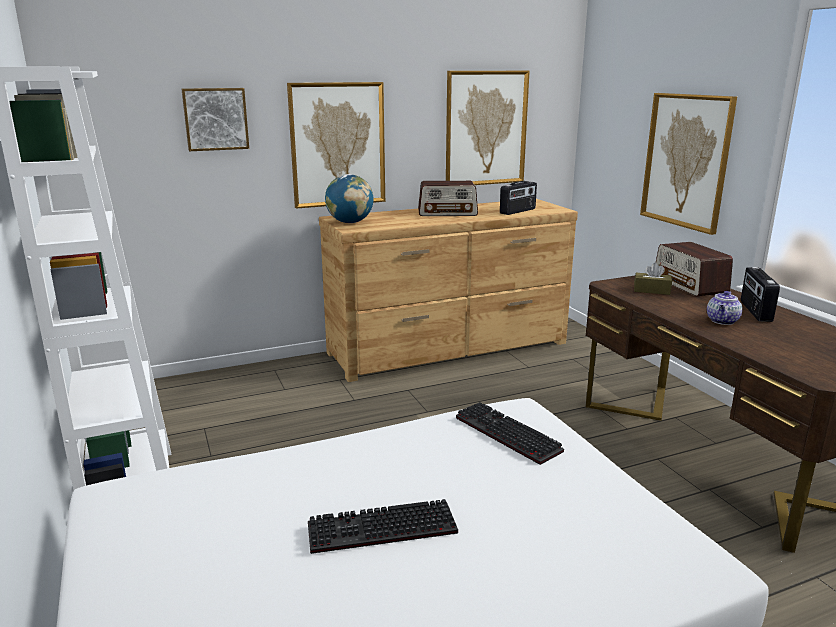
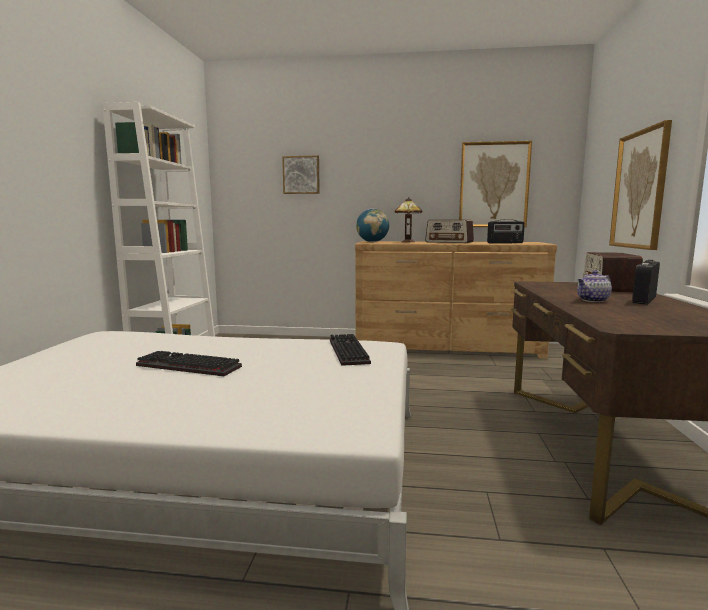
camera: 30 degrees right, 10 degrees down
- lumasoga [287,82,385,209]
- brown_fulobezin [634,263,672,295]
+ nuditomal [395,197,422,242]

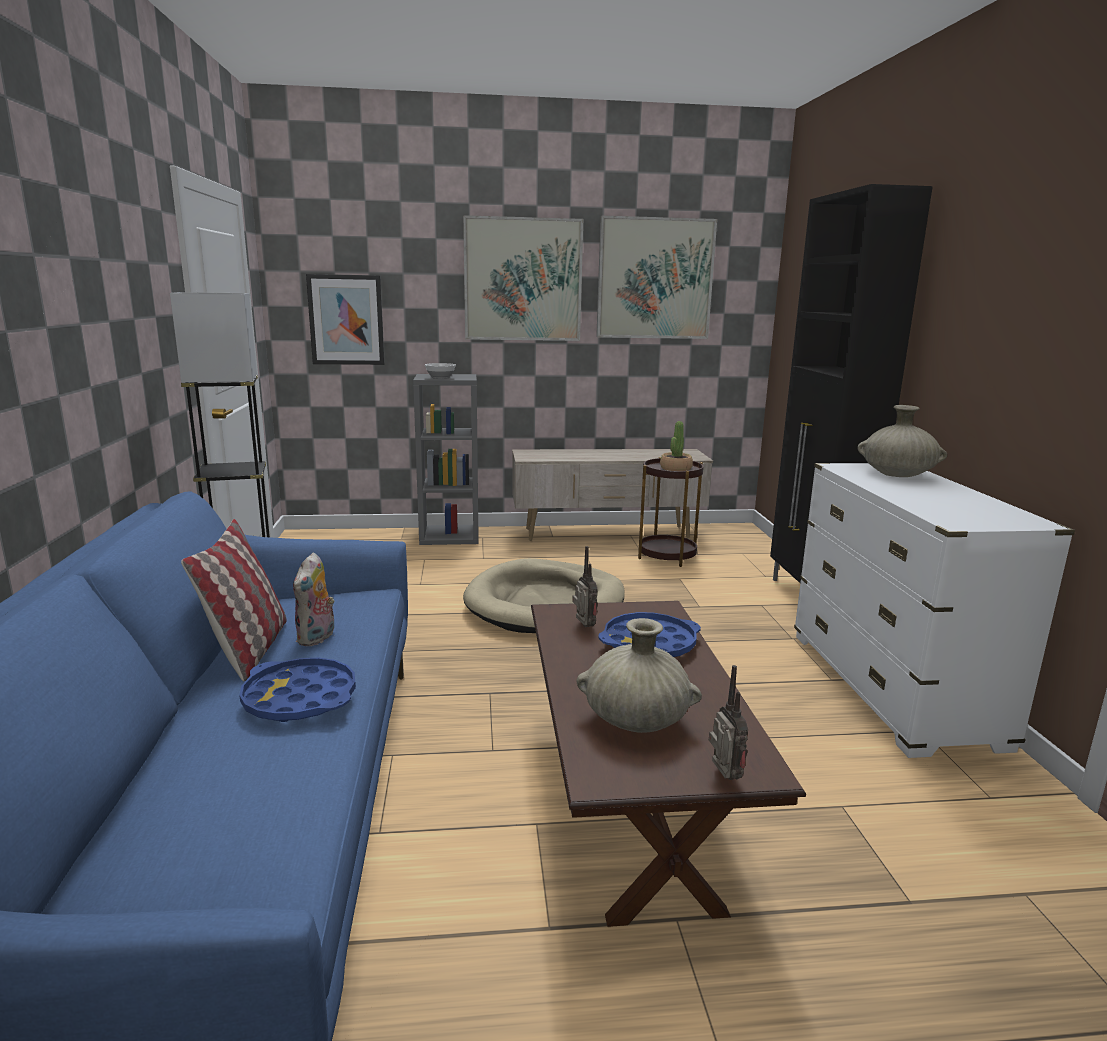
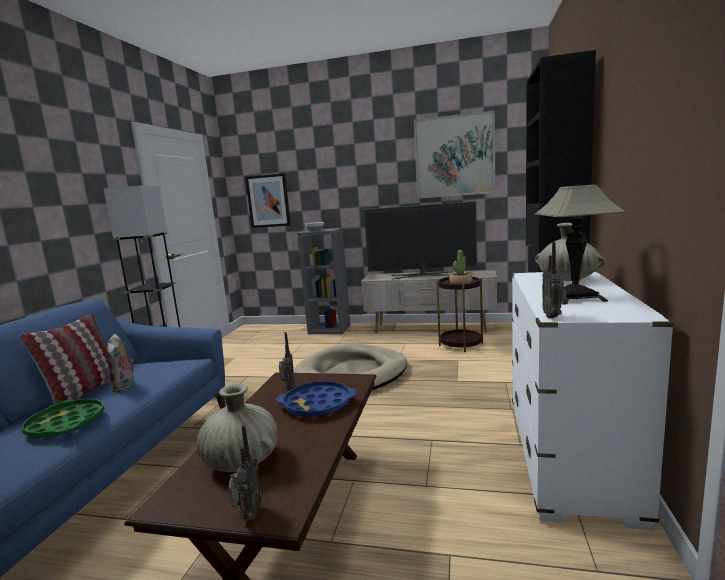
camera: 20 degrees right, 5 degrees down
~ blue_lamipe [239,658,356,722] to green_lamipe [22,399,105,438]
~ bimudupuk [293,553,335,646] = [107,334,136,393] 45 degrees counterclockwise
- lumasoga [463,215,583,341]
+ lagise [364,201,477,280]
+ nuditomal [534,185,626,305]
+ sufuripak [542,242,566,318]

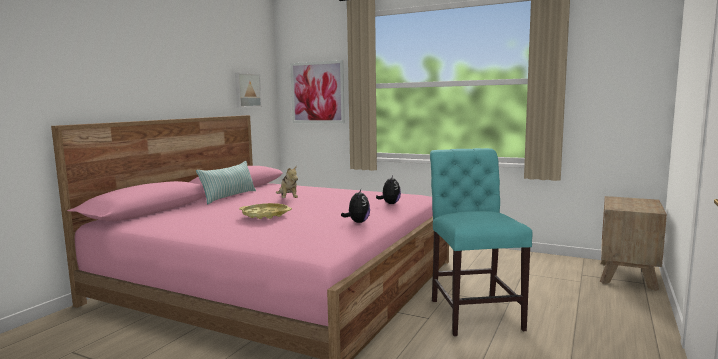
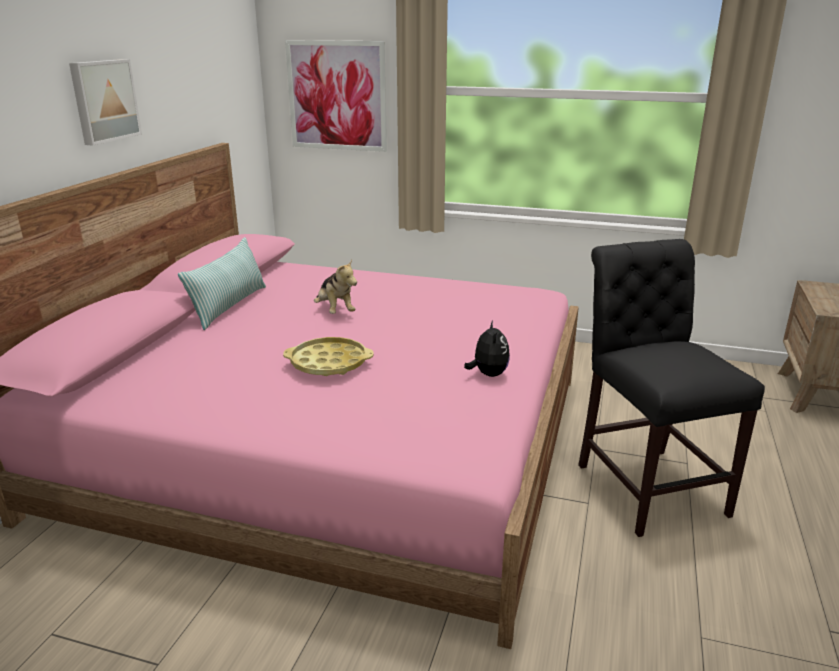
camera: 10 degrees left, 15 degrees up
~ lumasoga [235,73,262,108] to [69,59,142,145]
- bimudupuk [376,176,401,204]
~ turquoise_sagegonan [430,148,533,336] to black_sagegonan [578,239,765,537]

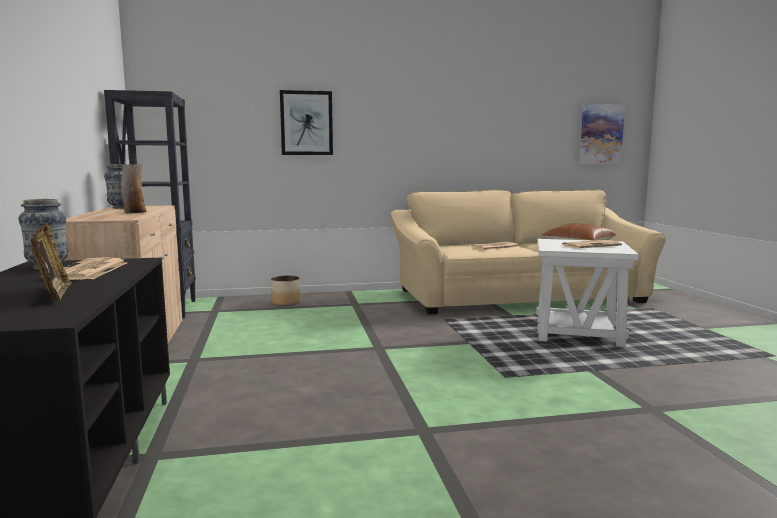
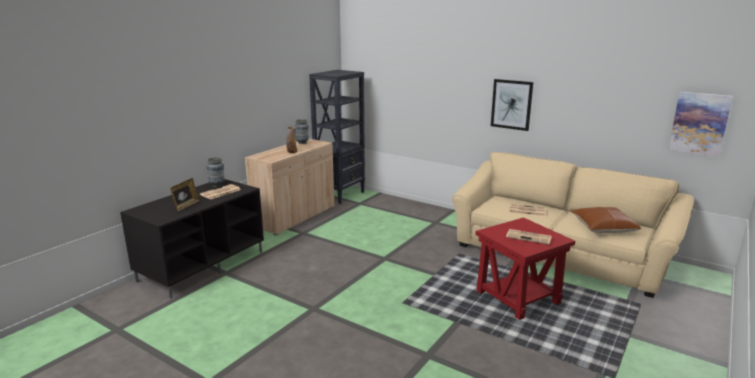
camera: 45 degrees right, 10 degrees up
- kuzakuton [271,276,301,306]
~ lumasoga [280,90,333,155] to [491,79,533,131]
~ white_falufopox [536,239,639,347] to red_falufopox [475,217,575,320]

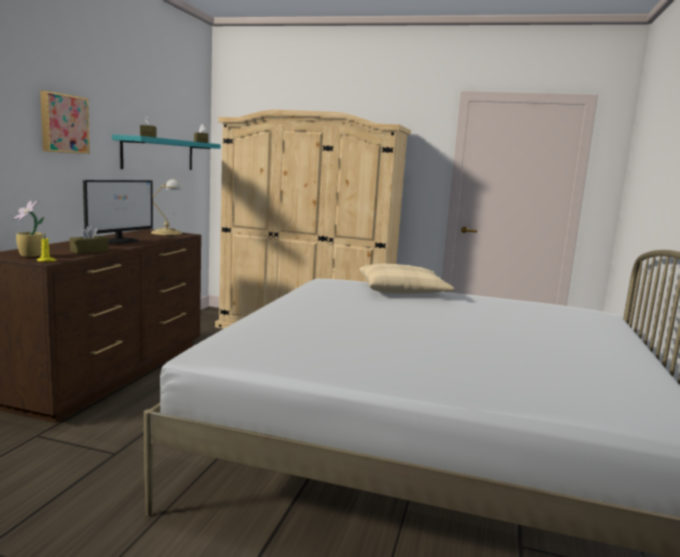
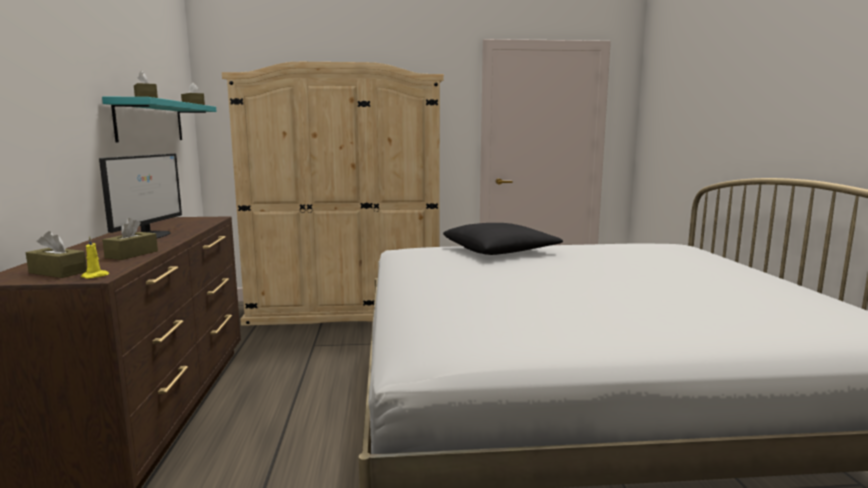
camera: 20 degrees left, 0 degrees up
~ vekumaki [13,200,44,257] to brown_fulobezin [26,231,87,278]
- lumasoga [40,91,90,154]
- nuditomal [151,179,184,235]
~ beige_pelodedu [359,264,454,293] to black_pelodedu [443,223,563,255]

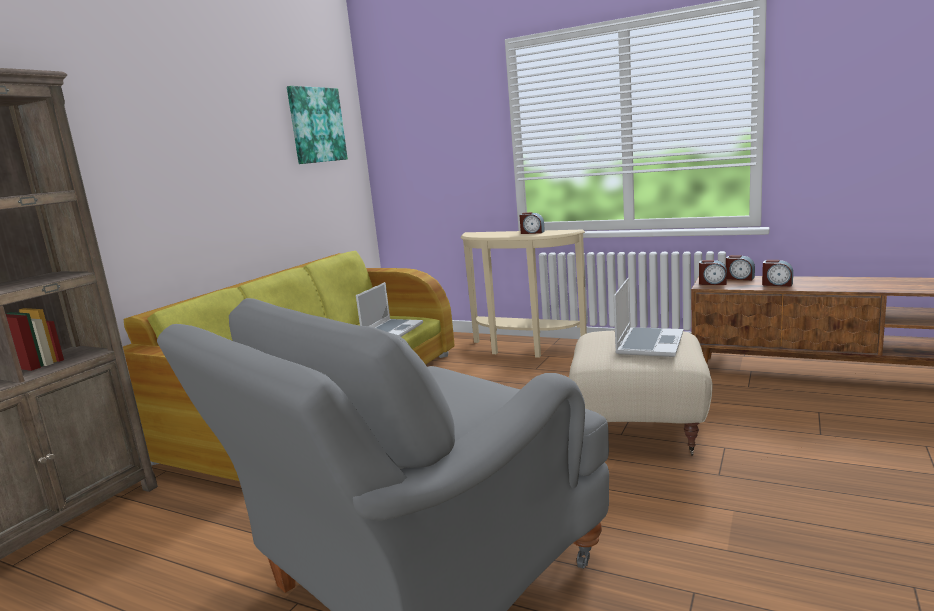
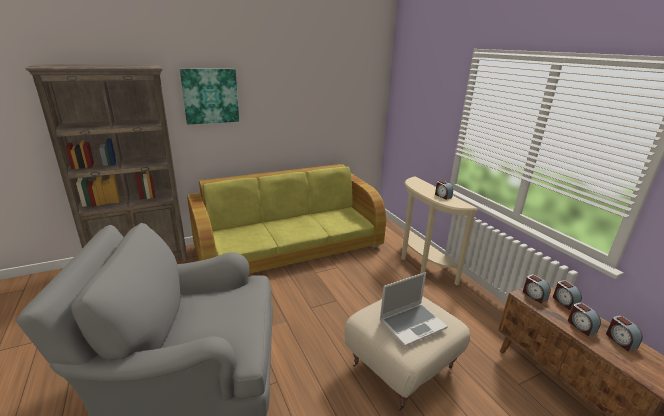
camera: 35 degrees right, 10 degrees up
~ lumasoga [287,86,348,164] to [180,69,239,124]
- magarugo [356,282,423,337]
+ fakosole [606,316,643,351]

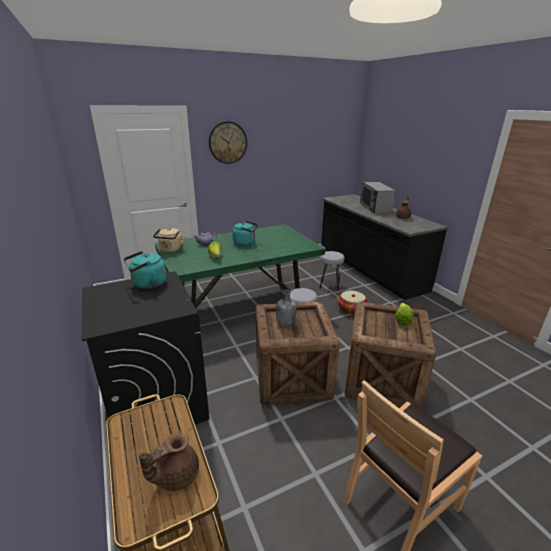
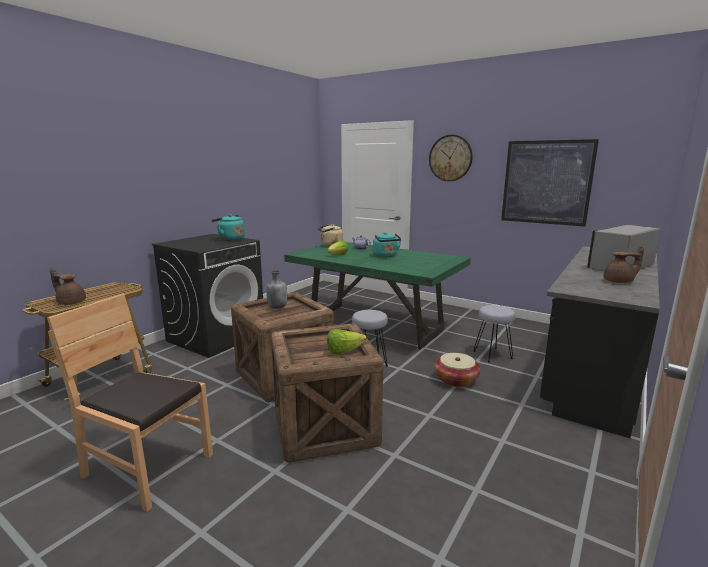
camera: 60 degrees right, 10 degrees down
+ lumasoga [501,139,599,227]

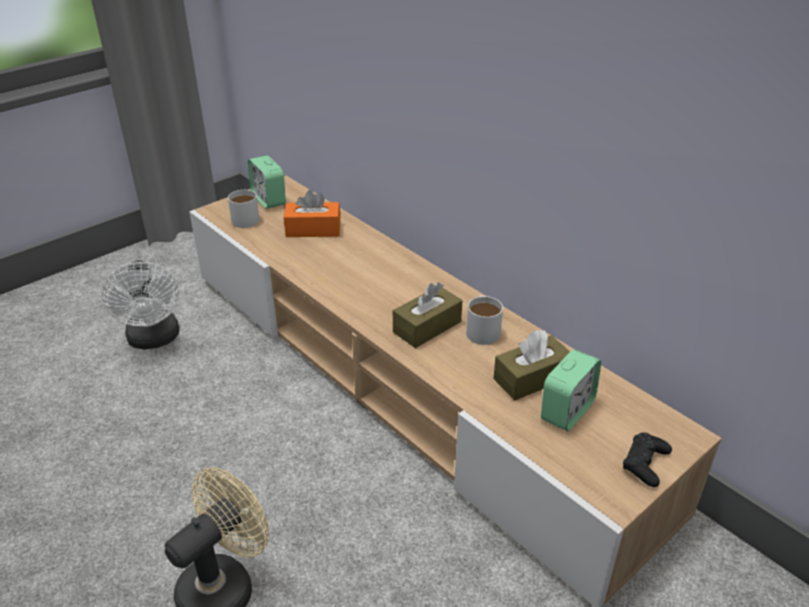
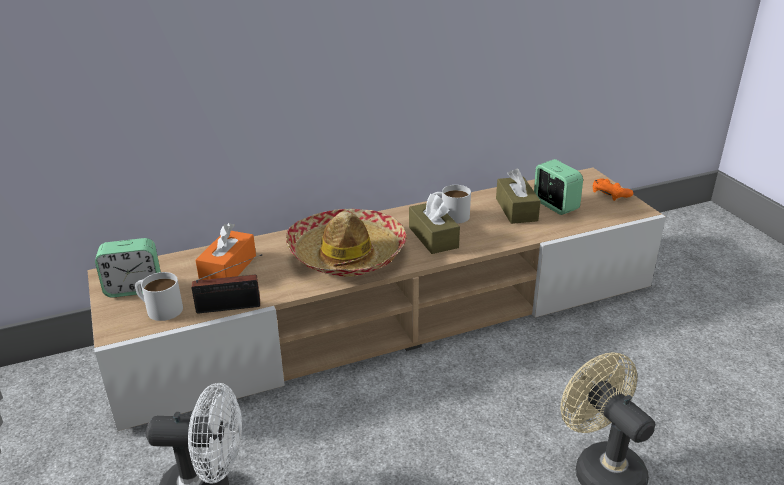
camera: 70 degrees left, 5 degrees down
~ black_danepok [623,432,672,487] to orange_danepok [593,178,633,201]
+ sufuripak [192,254,262,314]
+ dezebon [286,209,408,277]

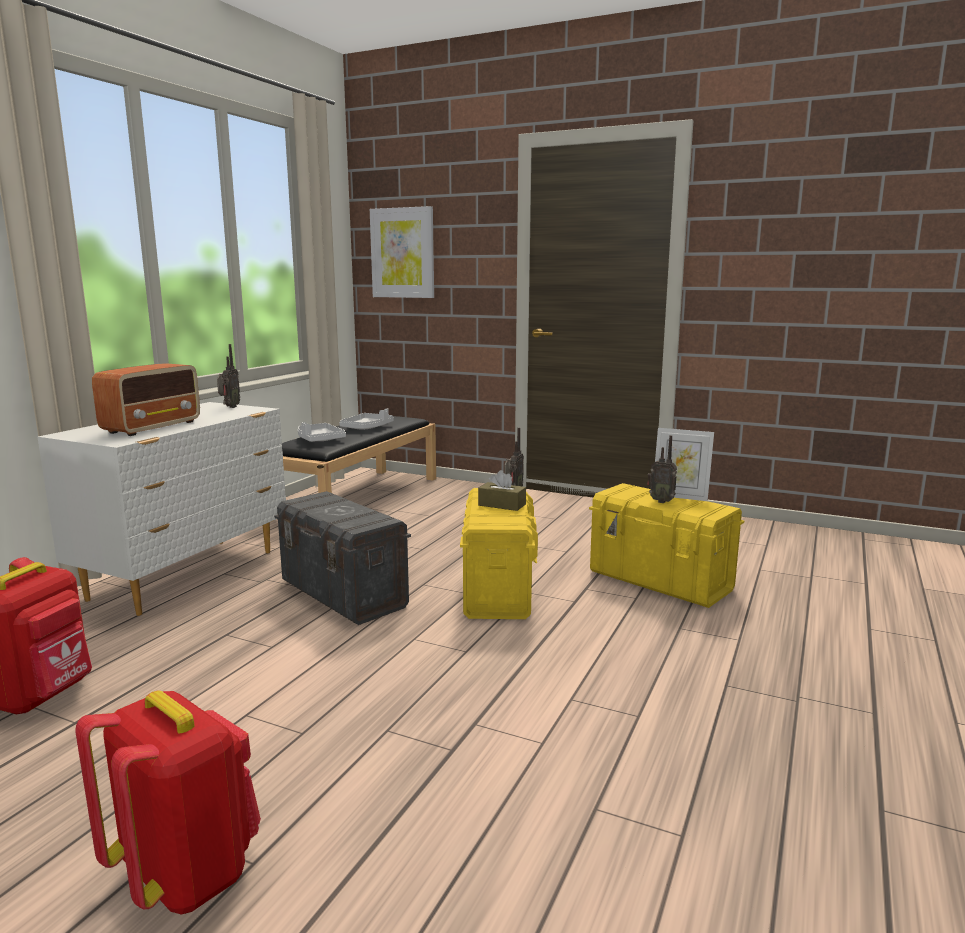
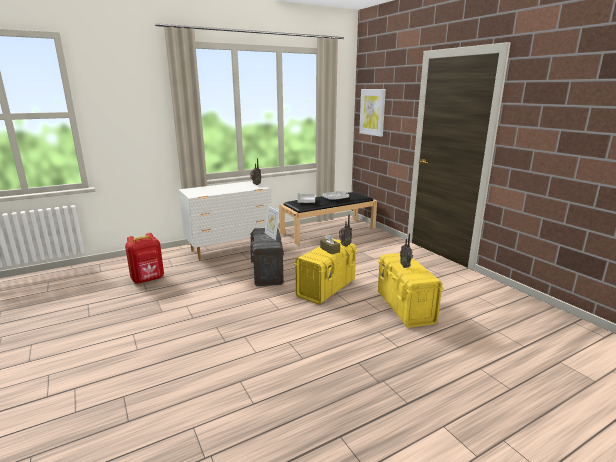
camera: 35 degrees right, 5 degrees up
- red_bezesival [75,691,261,915]
- sufuripak [92,363,200,436]
~ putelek [655,428,714,501] to [265,204,280,240]

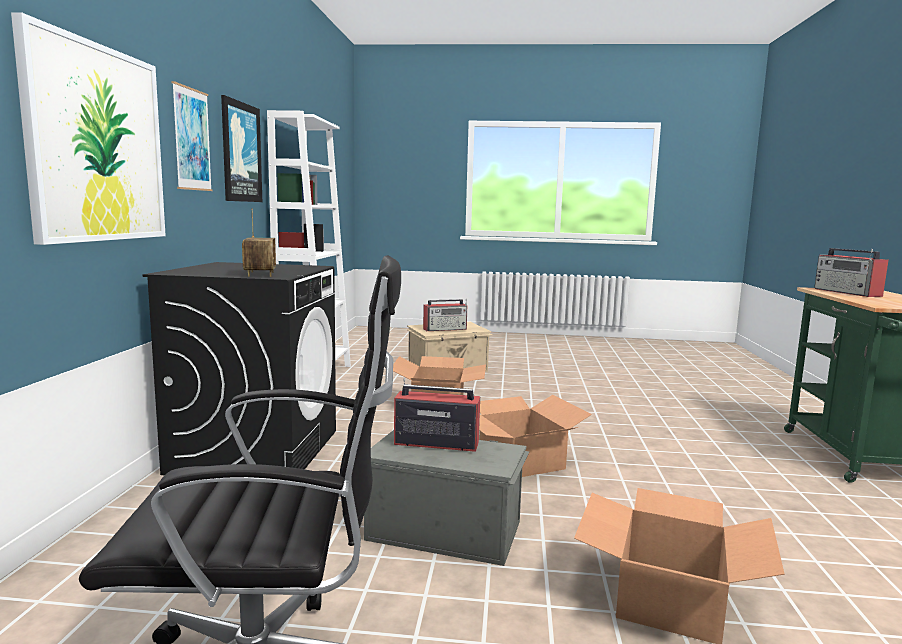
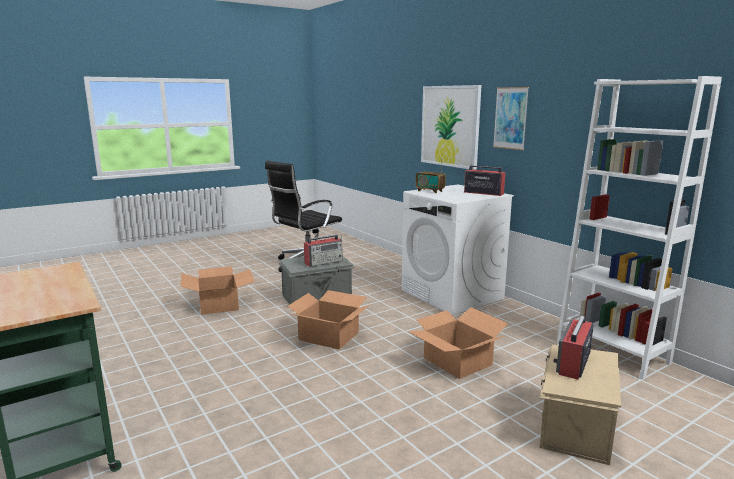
camera: 140 degrees right, 5 degrees up
~ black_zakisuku [143,262,336,475] to white_zakisuku [401,185,514,315]
- lumasoga [221,95,262,202]
~ sufuripak [814,248,889,297] to [464,163,506,196]

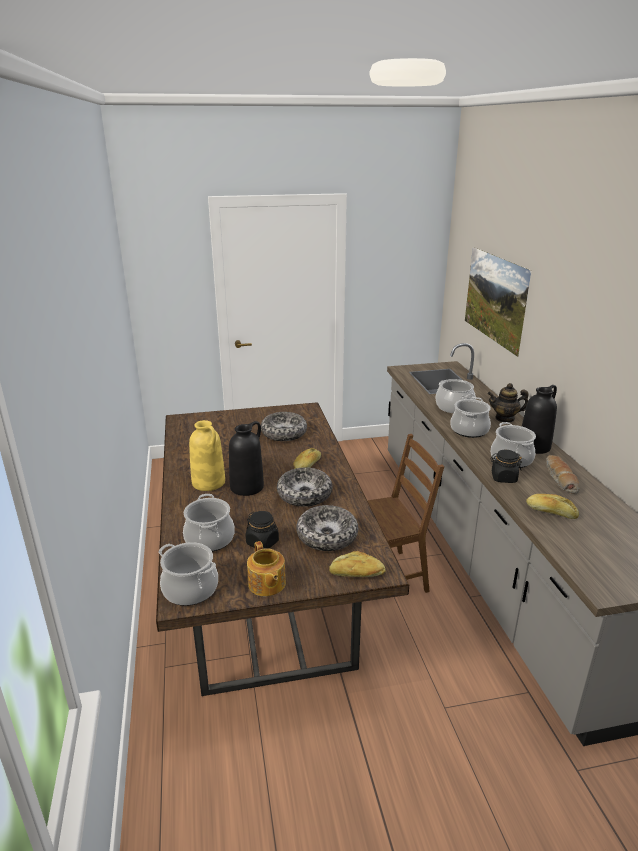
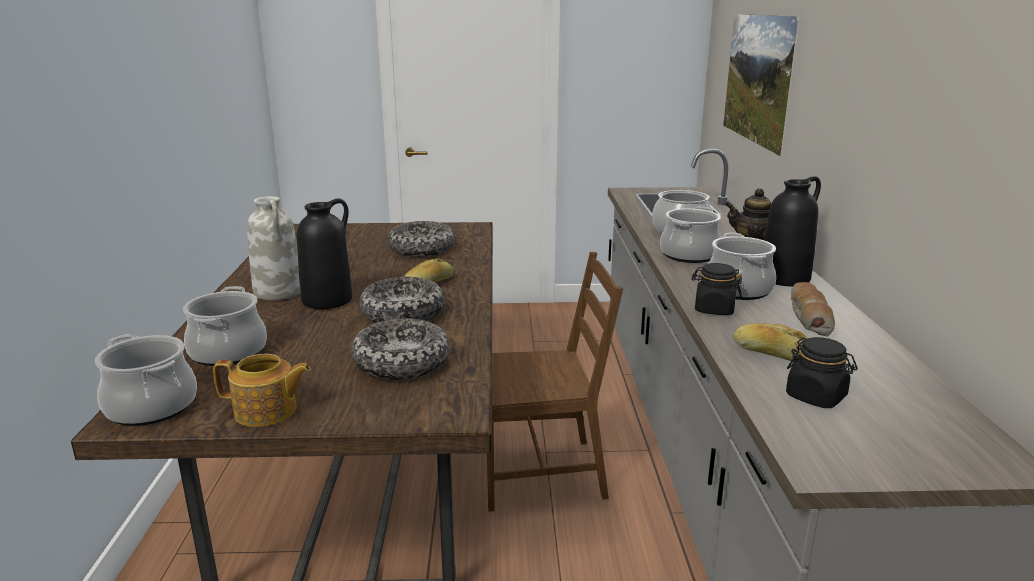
camera: 10 degrees right, 5 degrees down
~ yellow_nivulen [189,420,225,491] to white_nivulen [247,196,301,300]
~ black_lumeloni [246,511,279,549] to [786,337,858,408]
~ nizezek [247,541,286,596] = [213,354,311,427] 75 degrees counterclockwise
- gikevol [329,551,386,577]

